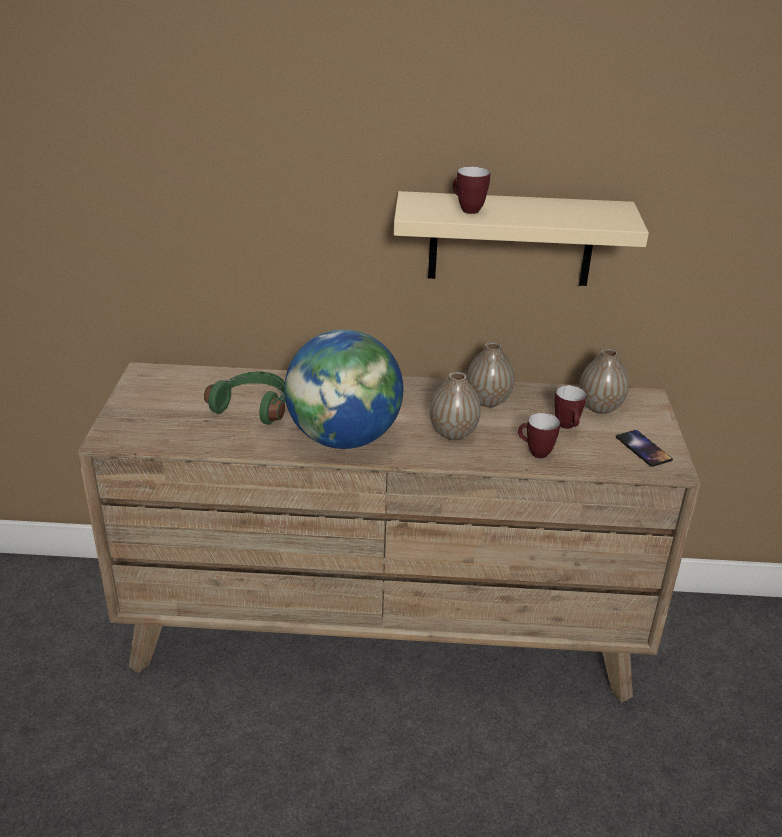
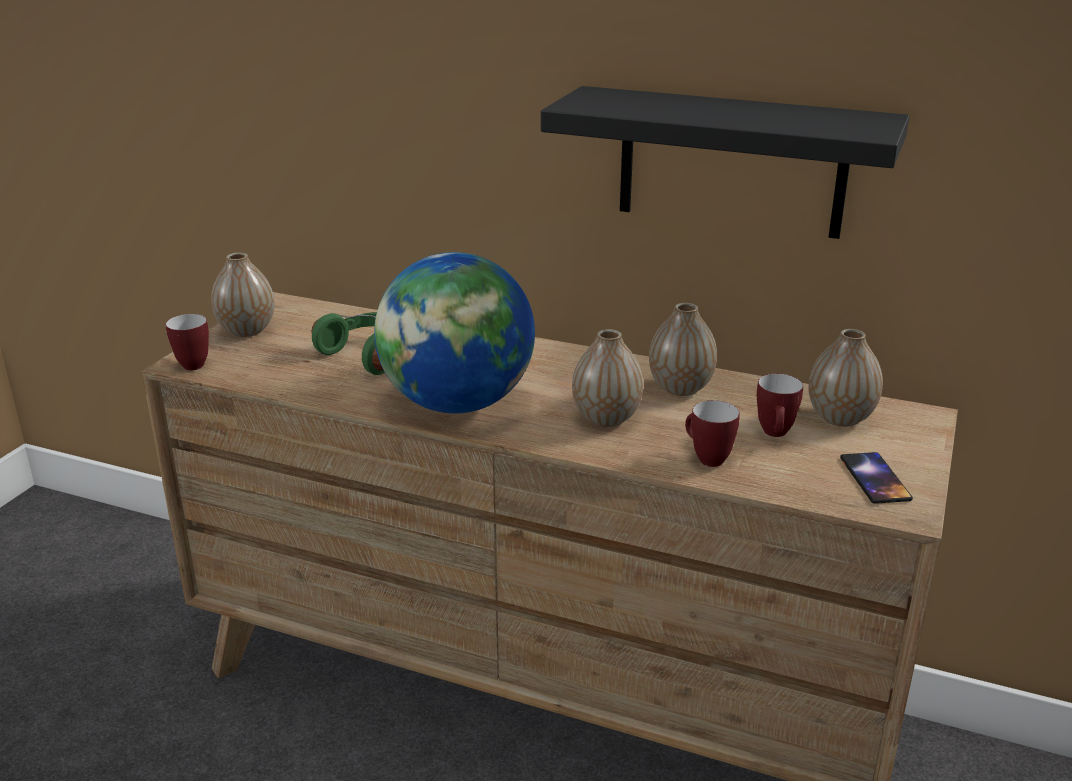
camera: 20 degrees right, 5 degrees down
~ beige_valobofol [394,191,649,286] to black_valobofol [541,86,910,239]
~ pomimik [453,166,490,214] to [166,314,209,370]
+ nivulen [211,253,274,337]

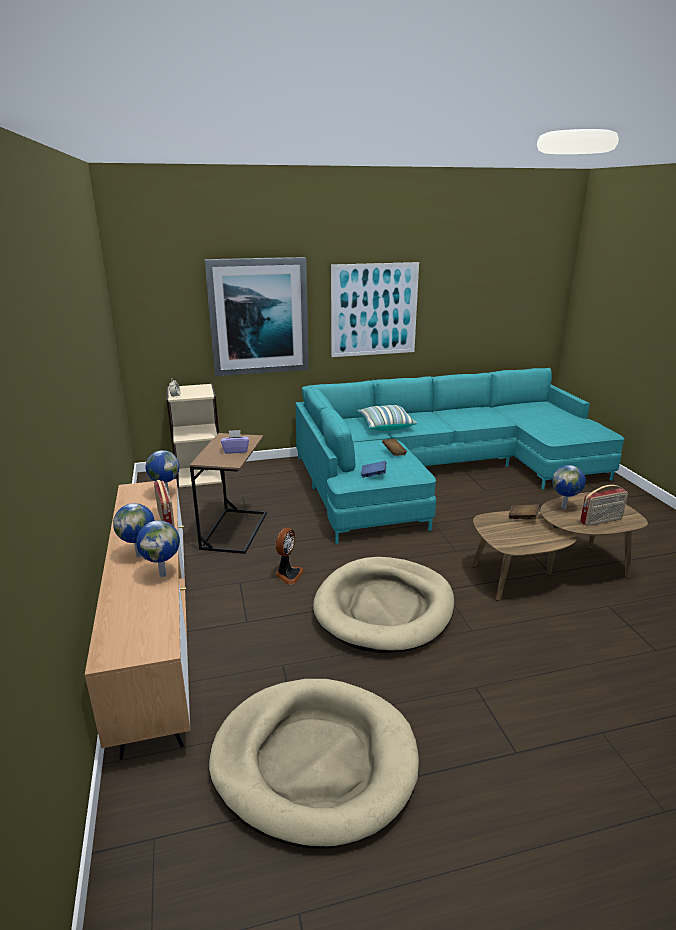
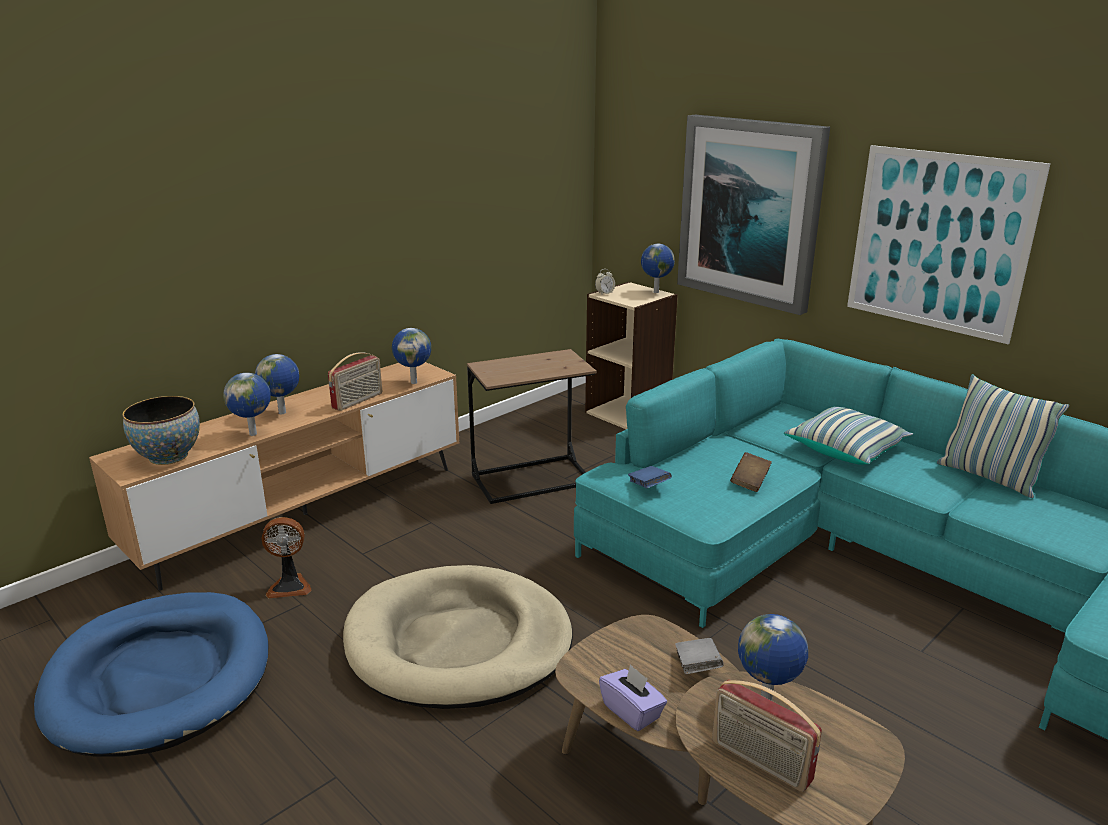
camera: 60 degrees right, 0 degrees up
~ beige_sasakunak [209,679,419,848] to blue_sasakunak [34,592,269,757]
~ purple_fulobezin [221,430,249,454] to [599,664,667,731]
~ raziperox [275,528,305,584] to [262,517,311,598]
~ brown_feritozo [508,504,540,519] to grey_feritozo [675,638,724,674]
+ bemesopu [123,396,200,465]
+ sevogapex [641,244,675,293]
+ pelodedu [936,374,1069,498]

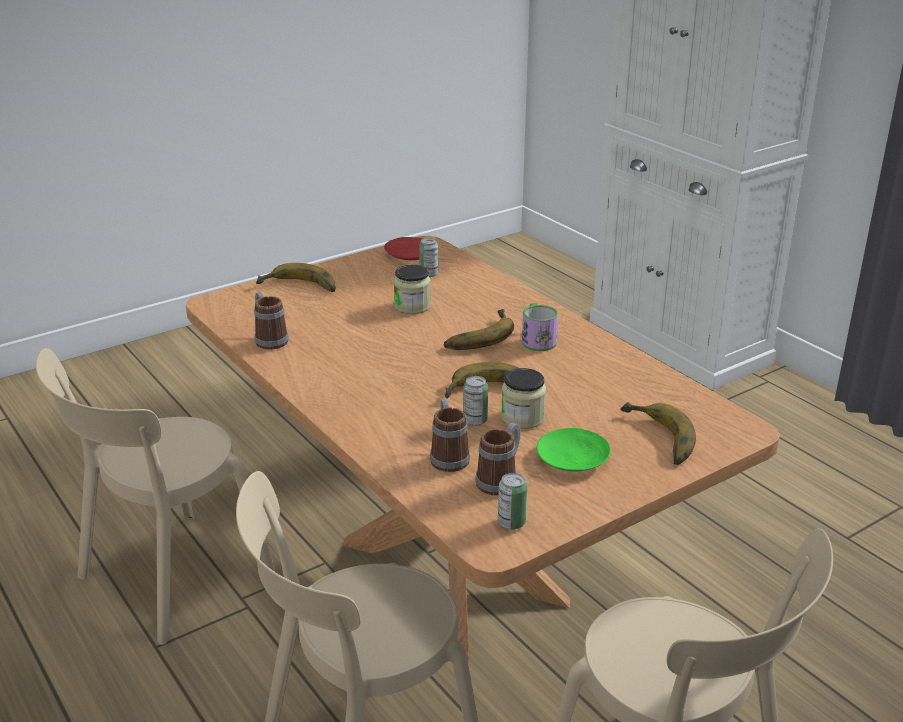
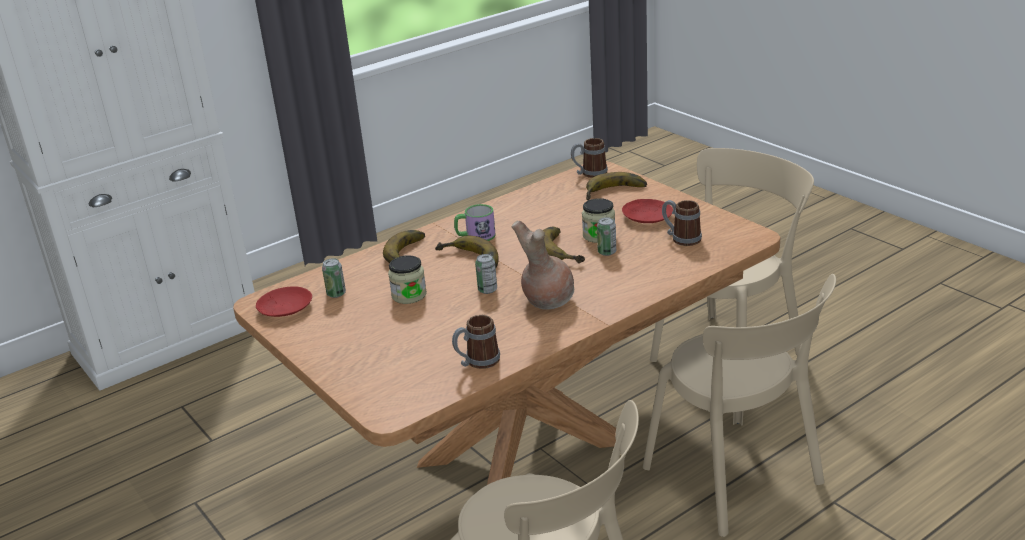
camera: 90 degrees left, 0 degrees up
~ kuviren [256,263,336,292] to [383,230,425,263]
~ pomimik [430,399,470,472] to [571,138,608,178]
~ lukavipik [498,473,527,530] to [475,254,497,294]
~ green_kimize [537,428,610,471] to red_kimize [622,199,673,223]
+ brown_nivulen [512,221,574,310]

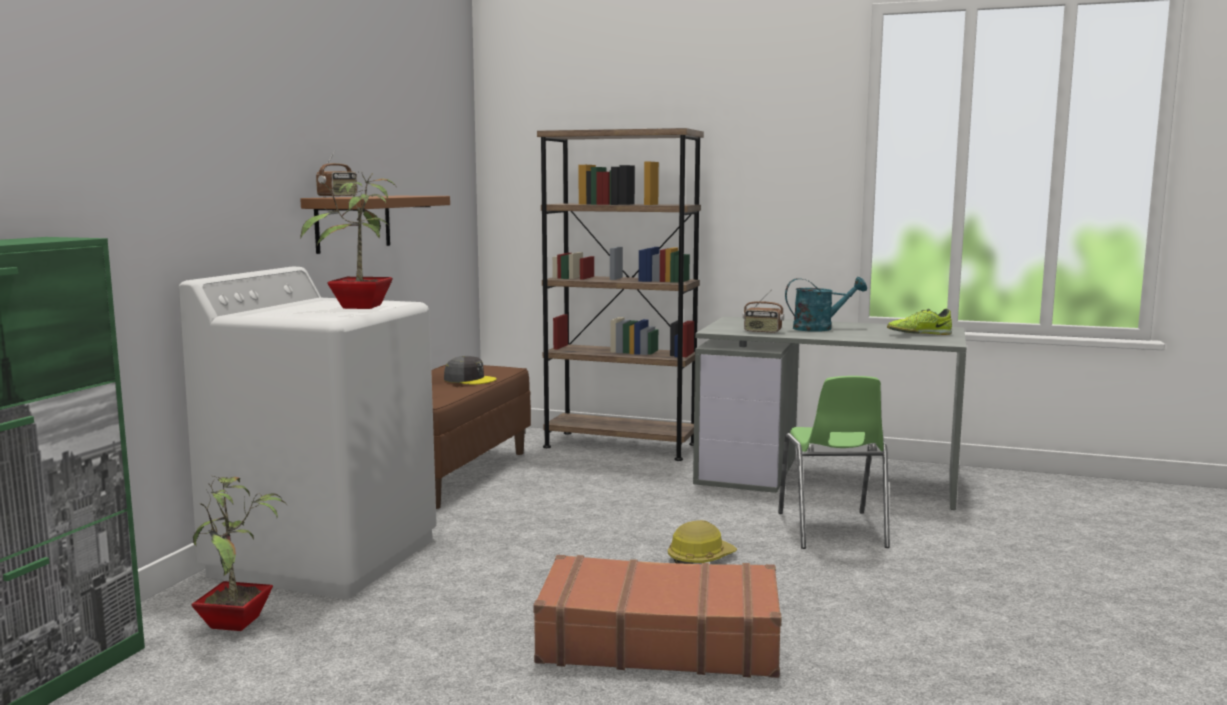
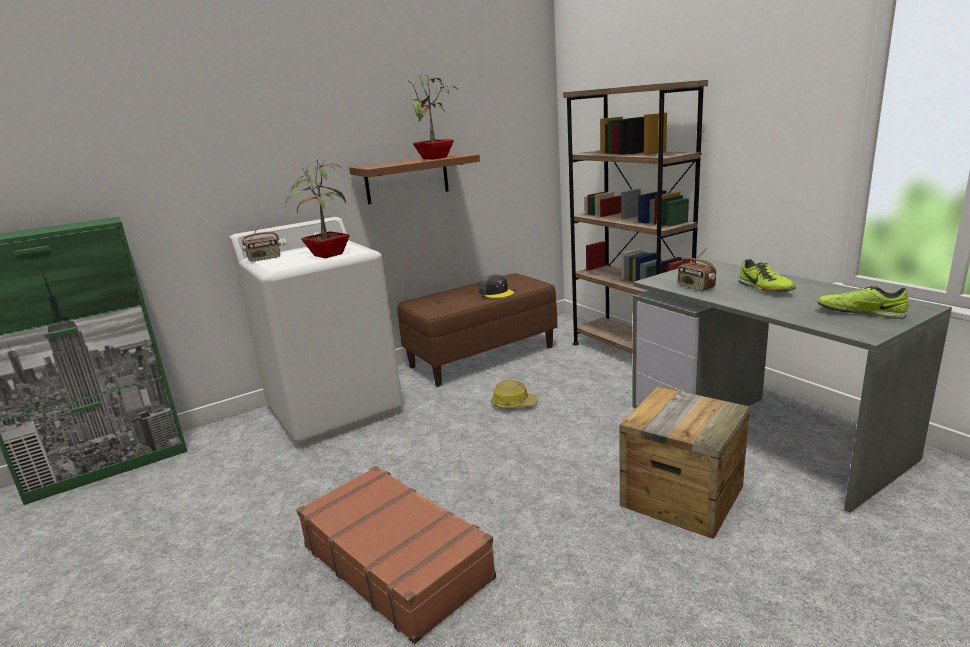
camera: 40 degrees right, 10 degrees up
~ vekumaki [191,476,287,631] to [409,73,456,159]
~ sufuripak [316,151,357,197] to [242,221,281,262]
~ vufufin [668,520,737,564] to [491,380,538,408]
~ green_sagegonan [778,376,890,549] to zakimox [620,386,750,539]
~ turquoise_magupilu [785,277,867,332] to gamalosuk [739,259,795,292]

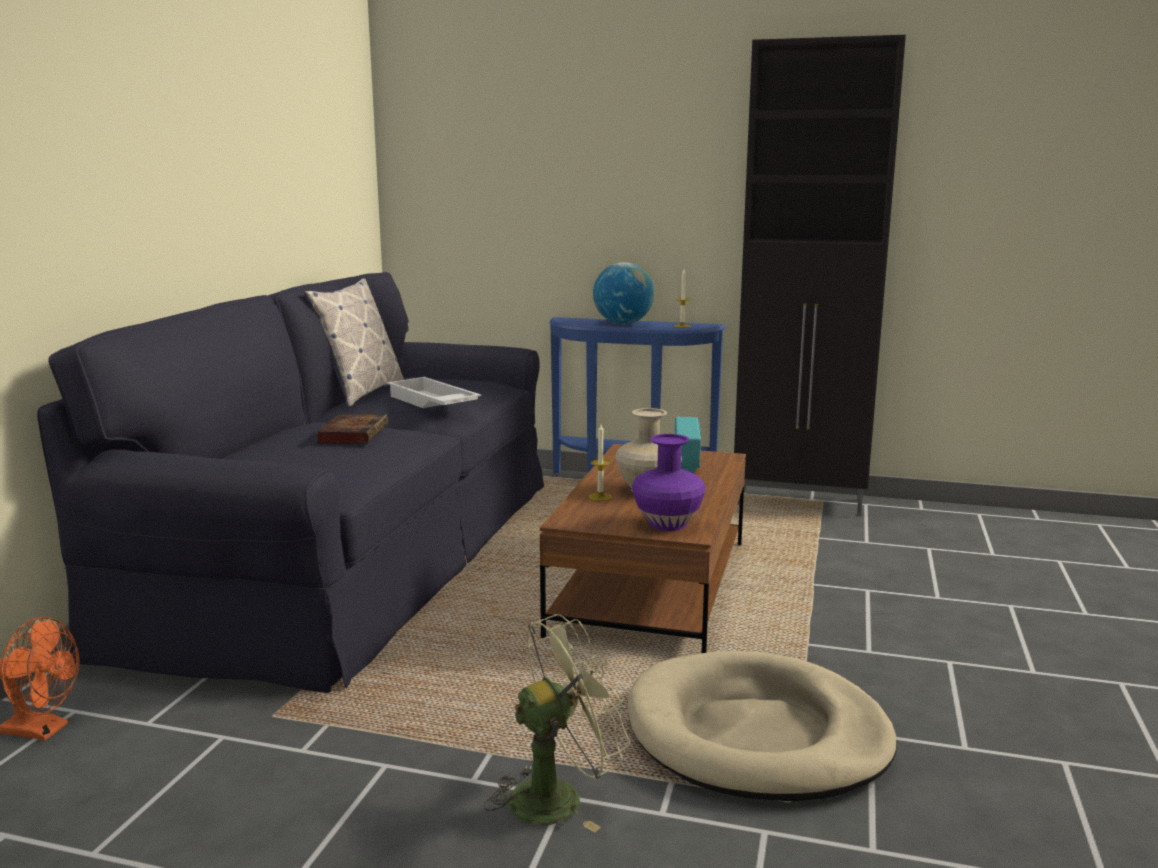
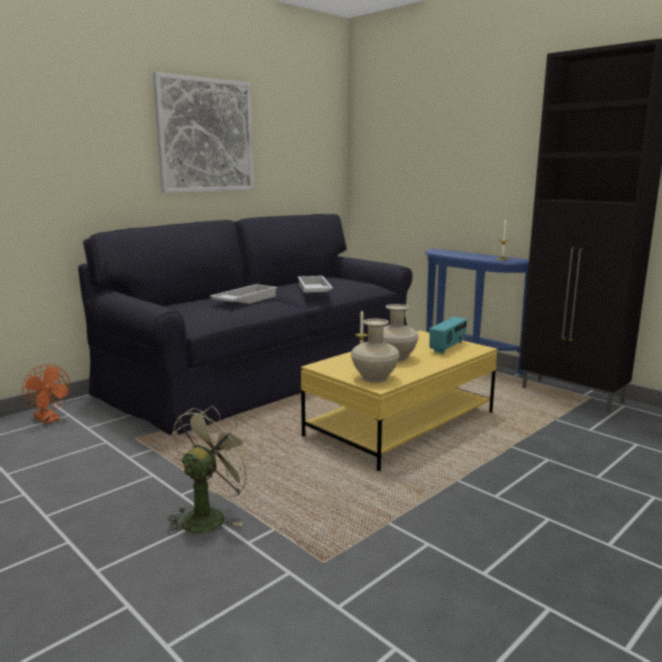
camera: 30 degrees right, 0 degrees up
- pelodedu [304,278,404,407]
~ feritozo [315,414,388,444] to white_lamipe [209,284,278,304]
~ green_raziperox [483,614,631,832] = [167,406,257,535] 60 degrees counterclockwise
~ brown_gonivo [540,444,746,653] to yellow_gonivo [301,331,497,471]
- sevogapex [593,262,654,324]
- beige_sasakunak [628,651,897,801]
~ purple_nivulen [632,434,706,531] to beige_nivulen [351,319,400,383]
+ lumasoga [153,72,254,193]

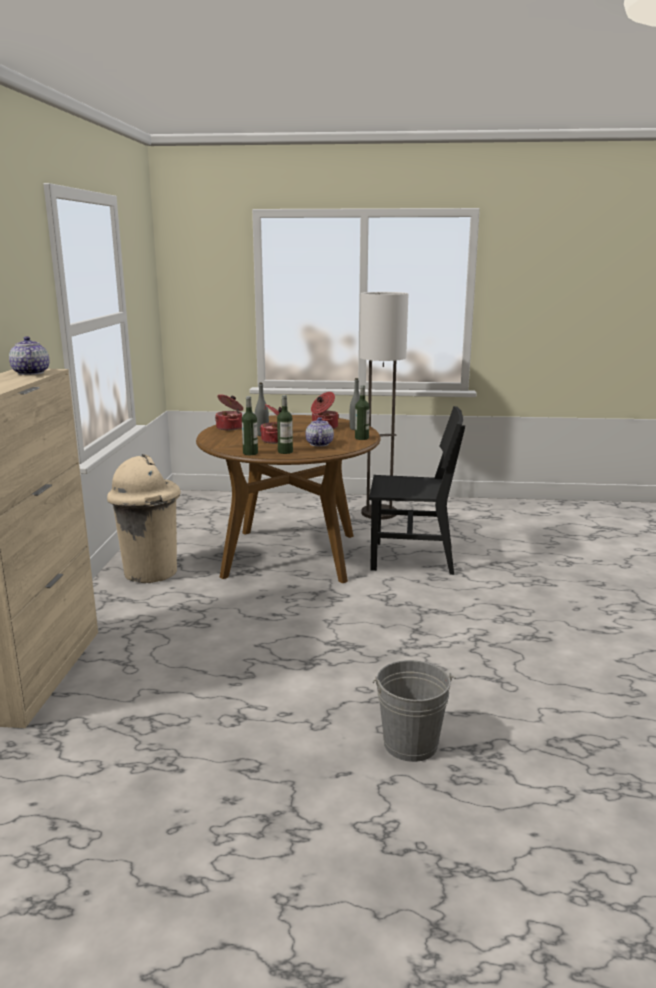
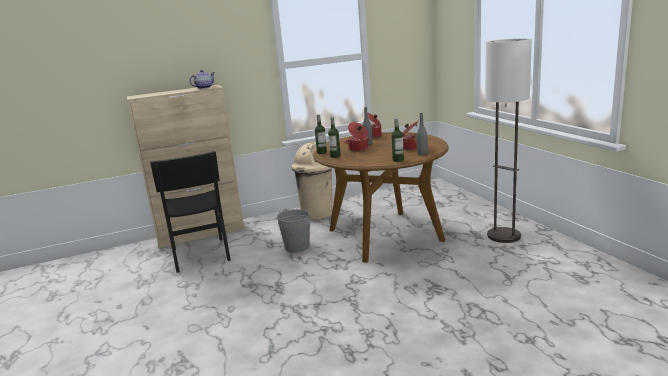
camera: 65 degrees right, 0 degrees up
- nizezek [305,417,334,447]
~ black_sagegonan [369,406,465,575] to [150,151,231,273]
~ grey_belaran [373,660,456,762] to [277,209,310,253]

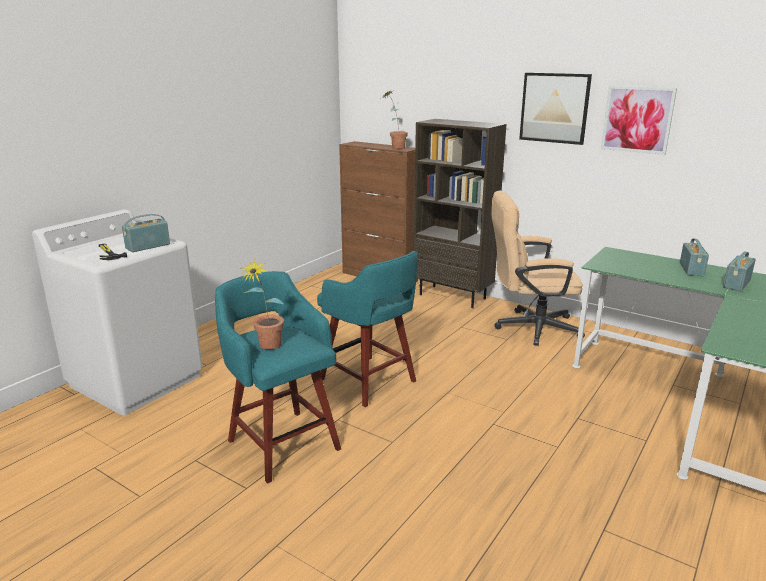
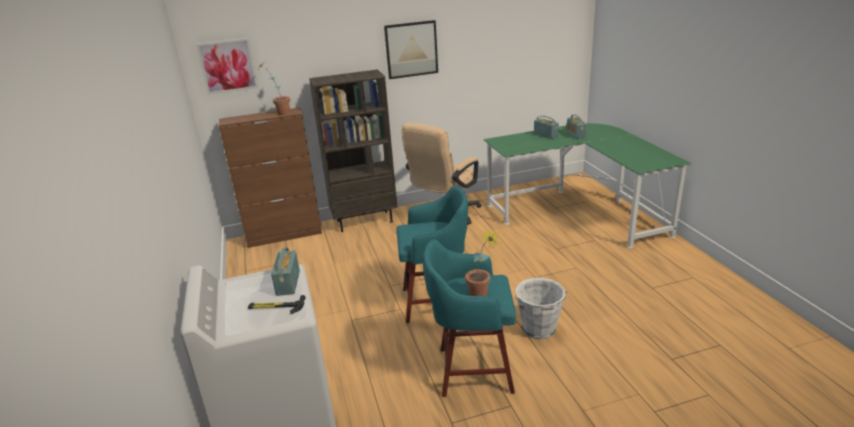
camera: 50 degrees left, 5 degrees up
~ lumasoga [601,86,677,155] to [196,38,258,95]
+ white_belaran [515,278,568,340]

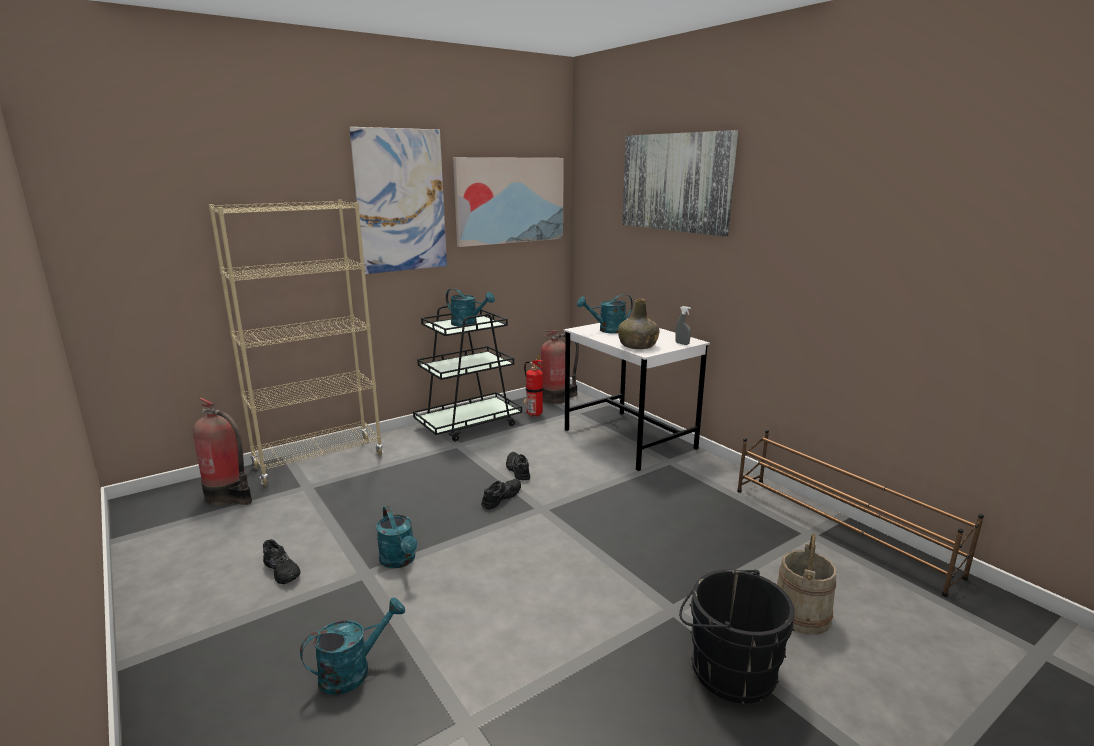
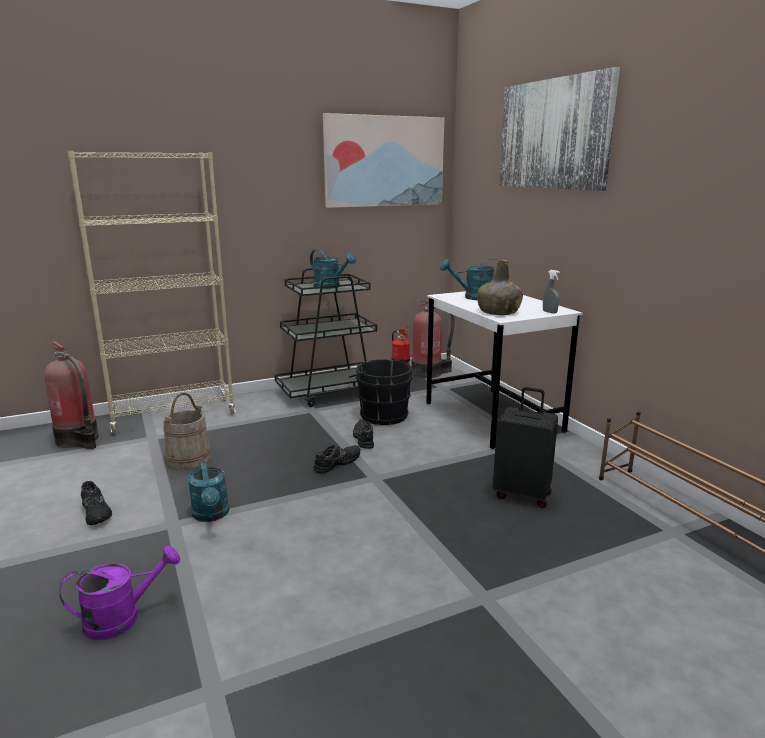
camera: 10 degrees right, 0 degrees up
~ turquoise_magupilu [300,597,405,695] to purple_magupilu [59,546,180,640]
- lumasoga [349,127,447,274]
~ black_belaran [679,569,795,704] to [349,359,413,425]
~ beige_belaran [777,534,837,635] to [163,393,211,469]
+ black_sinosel [493,387,558,508]

